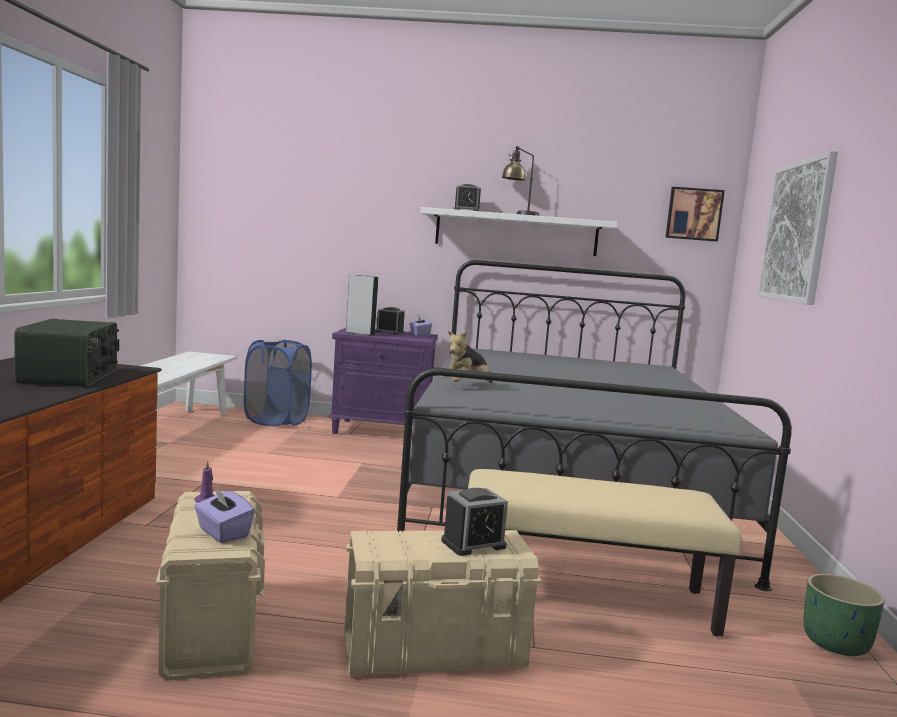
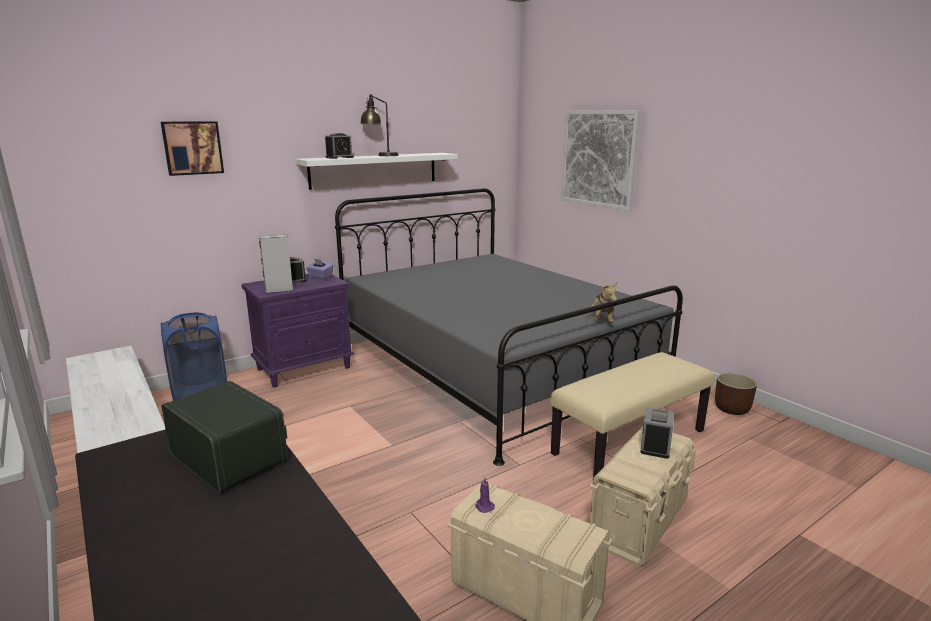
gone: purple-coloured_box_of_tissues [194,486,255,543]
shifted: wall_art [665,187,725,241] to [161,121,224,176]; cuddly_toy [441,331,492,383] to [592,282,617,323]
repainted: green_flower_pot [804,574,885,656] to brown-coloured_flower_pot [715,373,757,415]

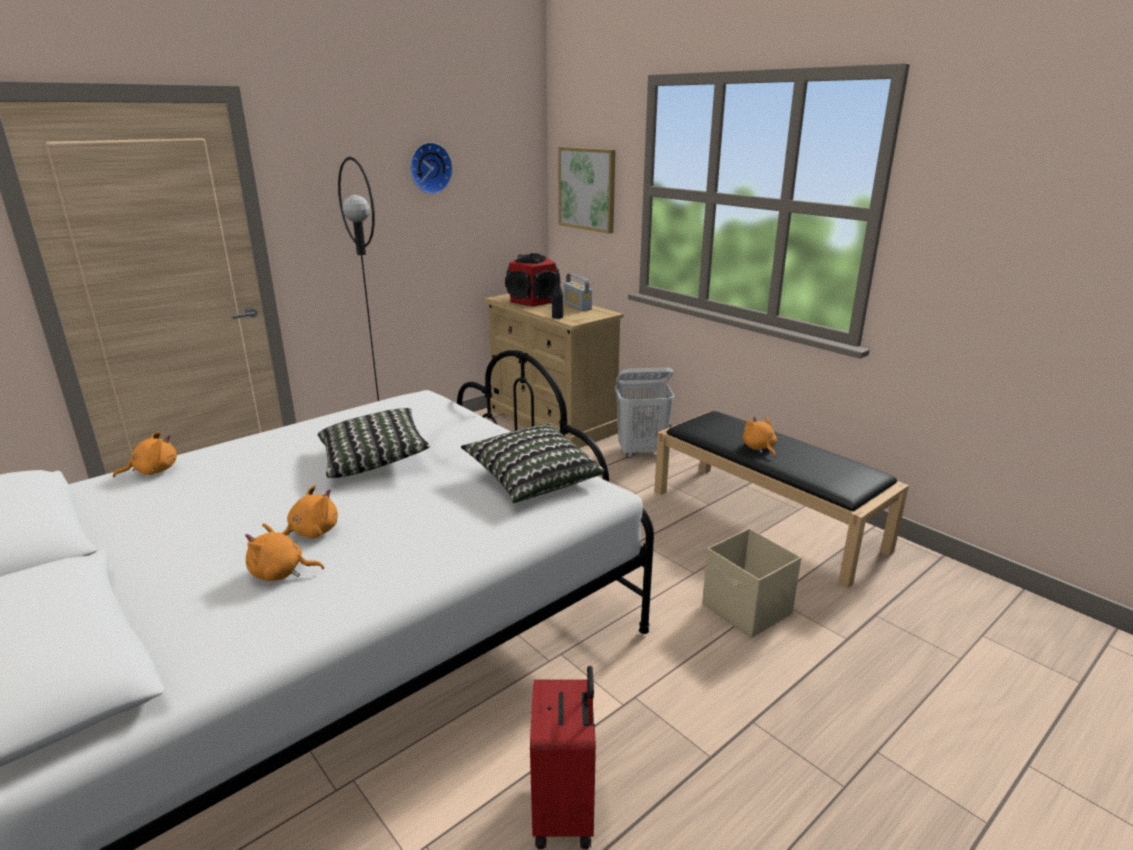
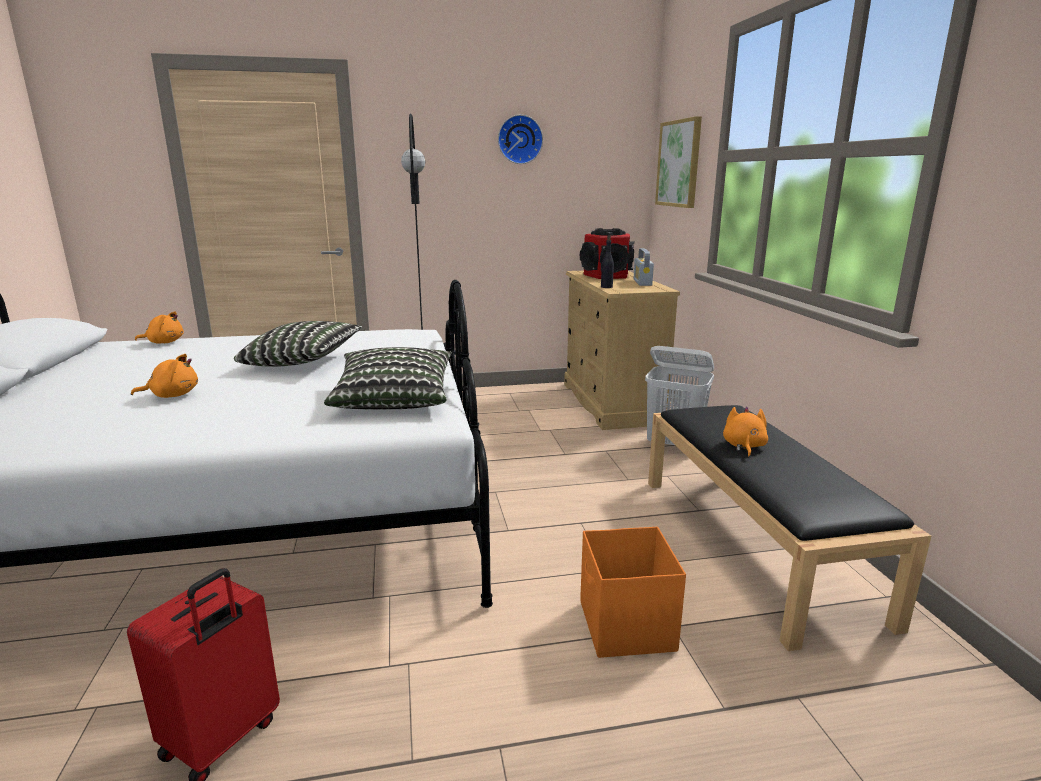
gone: orangey_cuddly_toy [245,523,324,581]
repainted: sand-coloured_storage_container [702,528,801,638] to orangey_storage_container [580,527,686,658]

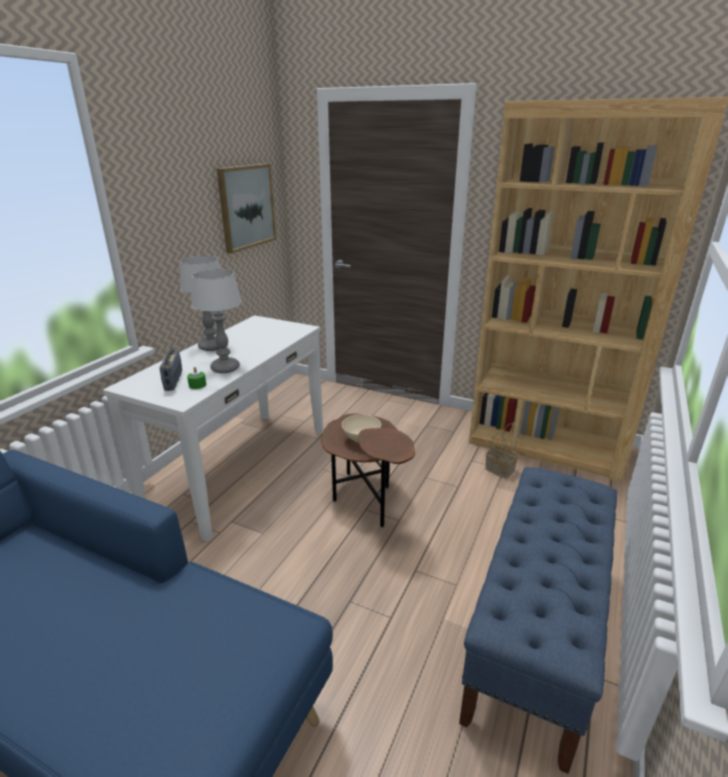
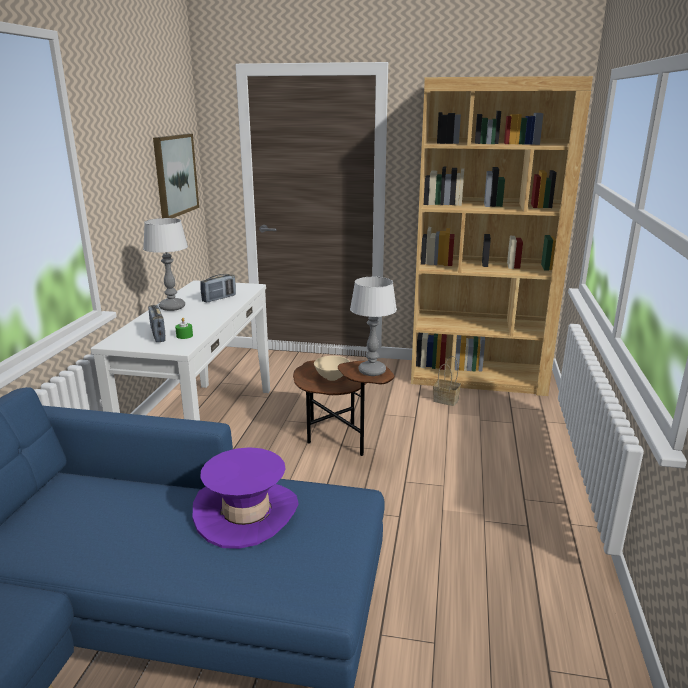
gone: bluish_bench [459,467,617,774]
new: purple-coloured_wearable_hat [193,447,299,549]; radio_receiver [200,274,236,302]
shifted: table_lamp [191,269,242,373] to [350,277,397,376]

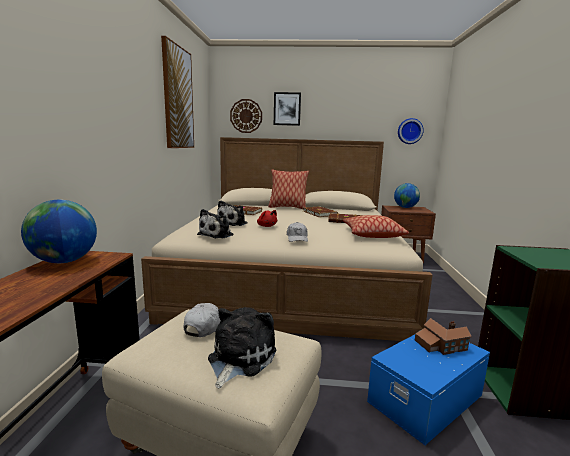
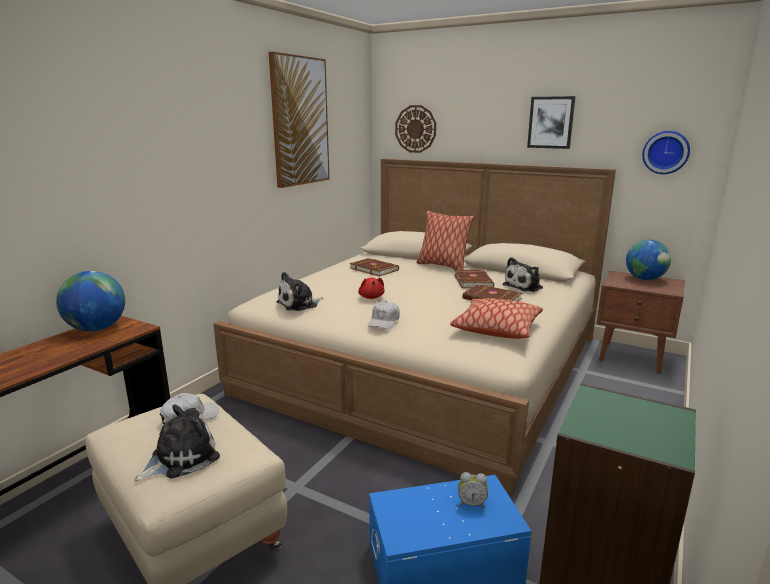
shifted: cuddly_toy [217,201,248,226] to [502,257,543,292]; wall_art [274,92,301,126] to [527,96,576,149]
swapped: model_house [415,318,472,355] to table_clock [458,472,488,508]

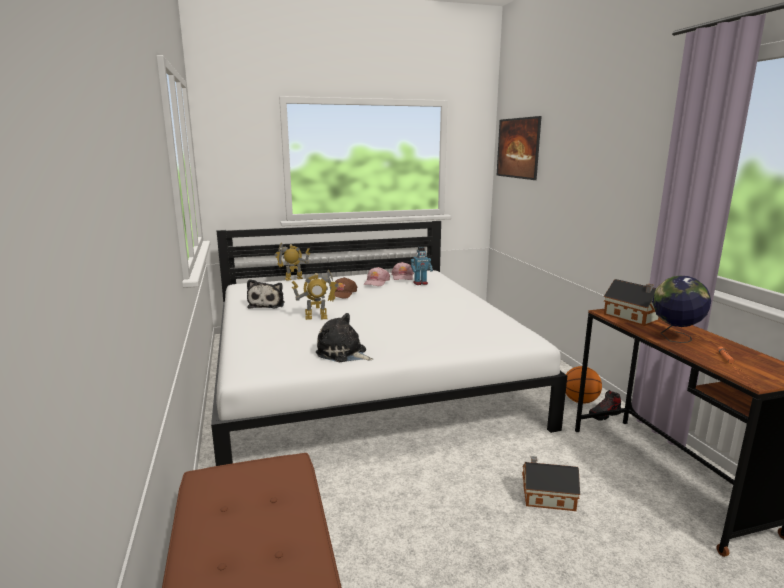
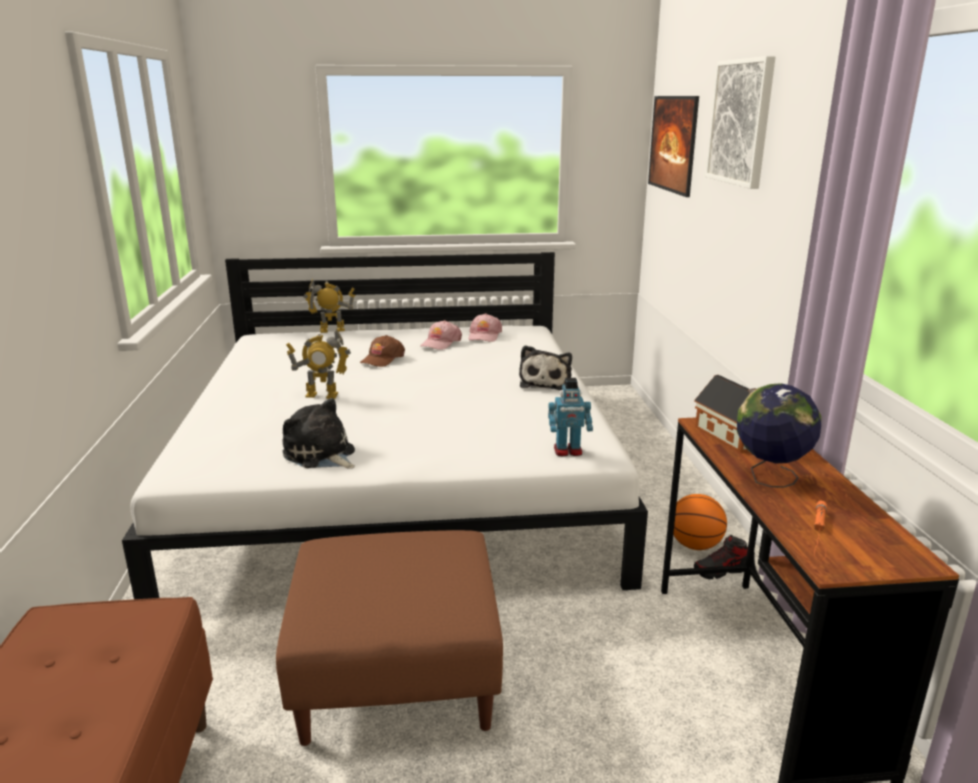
gone: model_house [522,456,580,511]
new: brown-coloured_footrest [276,530,503,746]; wall_art [705,56,776,189]
shifted: cuddly_toy [247,279,284,309] to [519,345,572,390]; robot_figure [411,246,433,285] to [548,378,593,456]

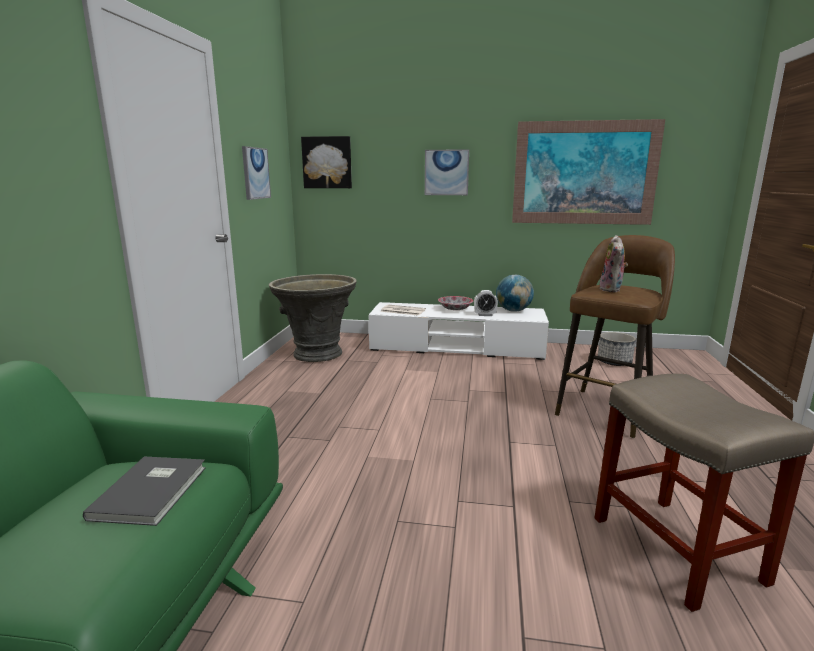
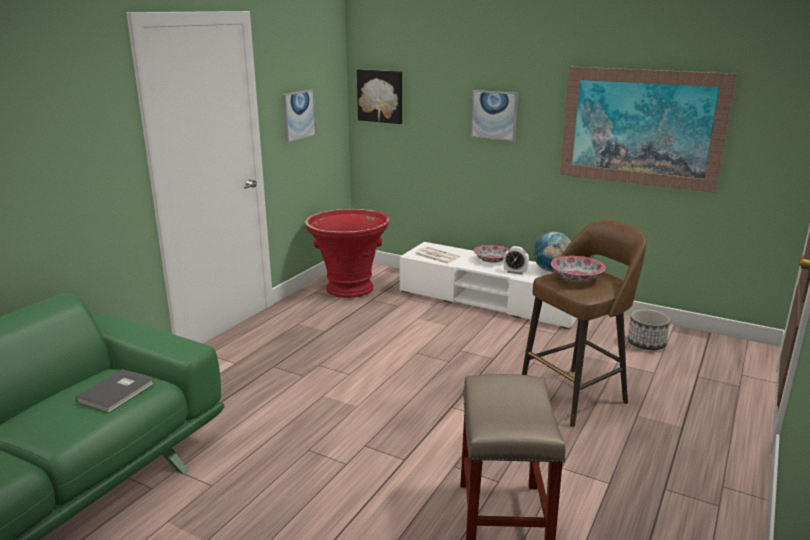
swapped: cuddly_toy [600,235,628,292] to bowl [551,256,606,282]
repainted: gray_flower_pot [269,274,357,362] to red-coloured_flower_pot [305,209,389,298]

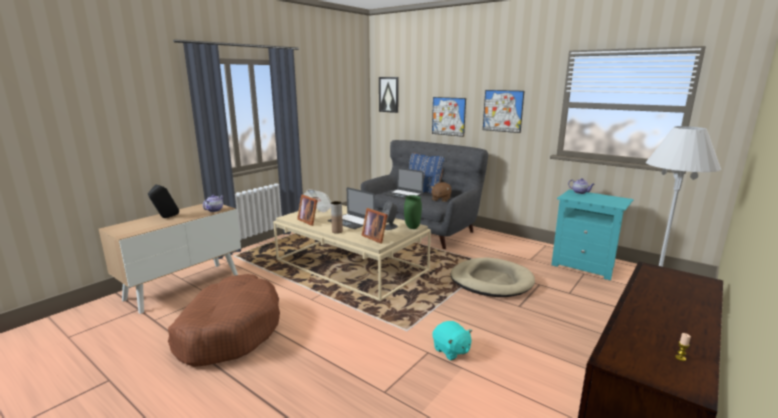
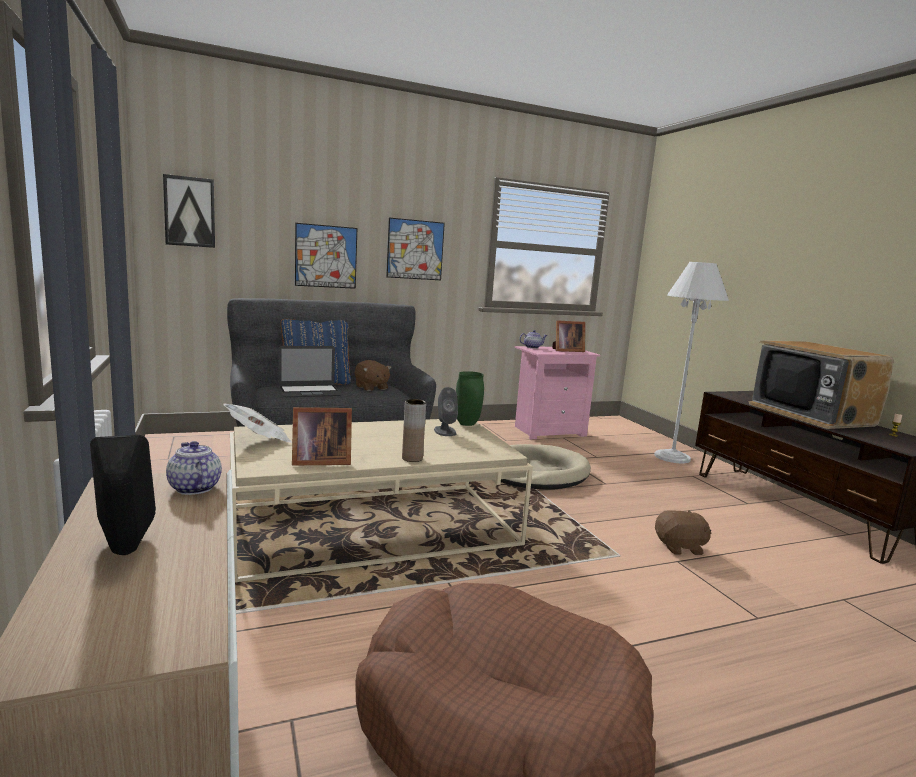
gone: laptop [328,187,375,229]
new: TV [748,340,894,429]
shifted: photo_frame [361,208,388,243] to [552,320,585,352]
repainted: blue-green_night_table [551,189,634,280] to pinkish_night_table [515,346,600,439]; blue-green_cuddly_toy [432,321,472,360] to brown-coloured_cuddly_toy [655,510,711,555]

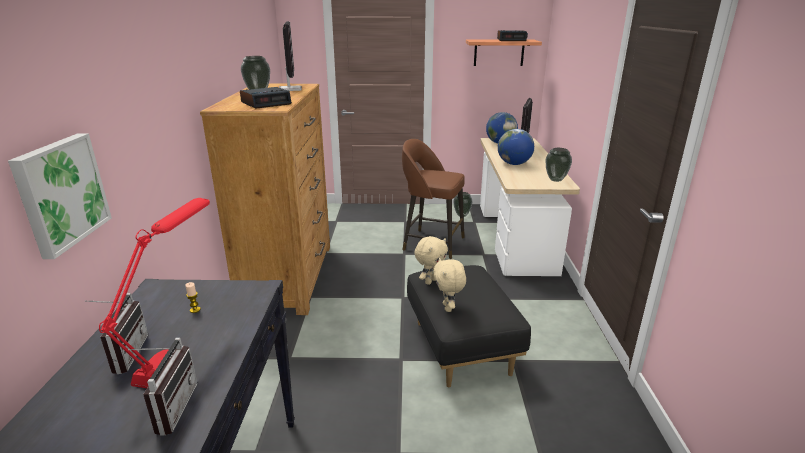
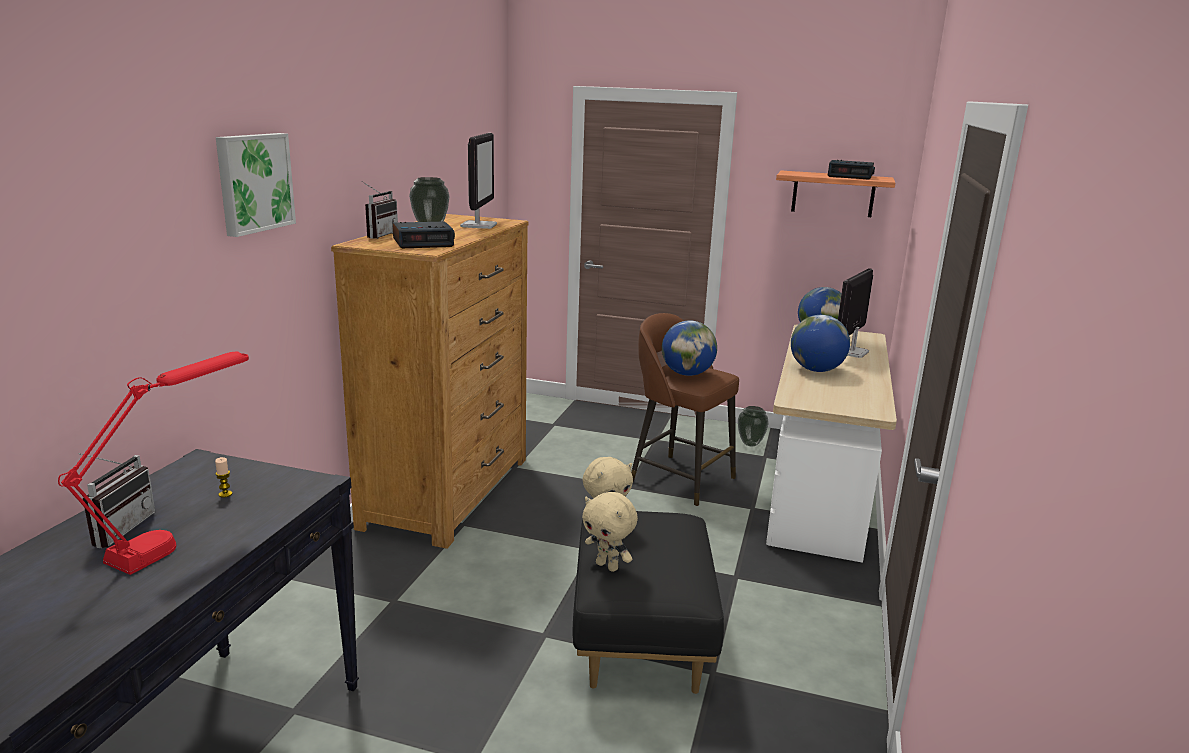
gone: vase [546,148,572,182]
new: world_globe [662,320,717,376]
shifted: wall_art [8,133,112,259] to [216,133,296,237]; radio_receiver [128,338,198,436] to [361,181,398,239]
rotated: sand-coloured_cuddly_toy [433,258,466,312] = [582,492,638,572] 60 degrees counterclockwise

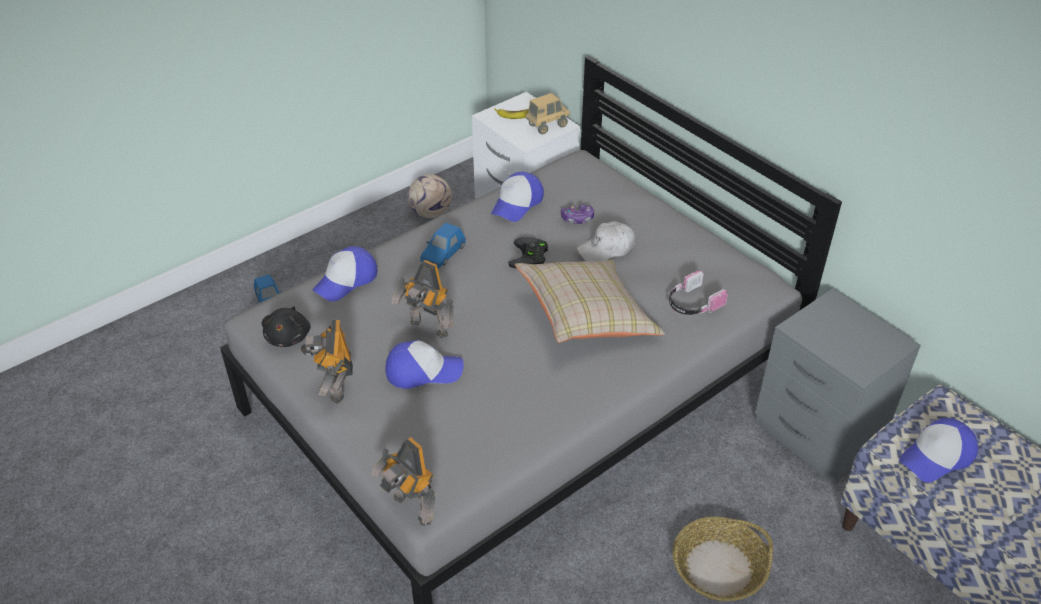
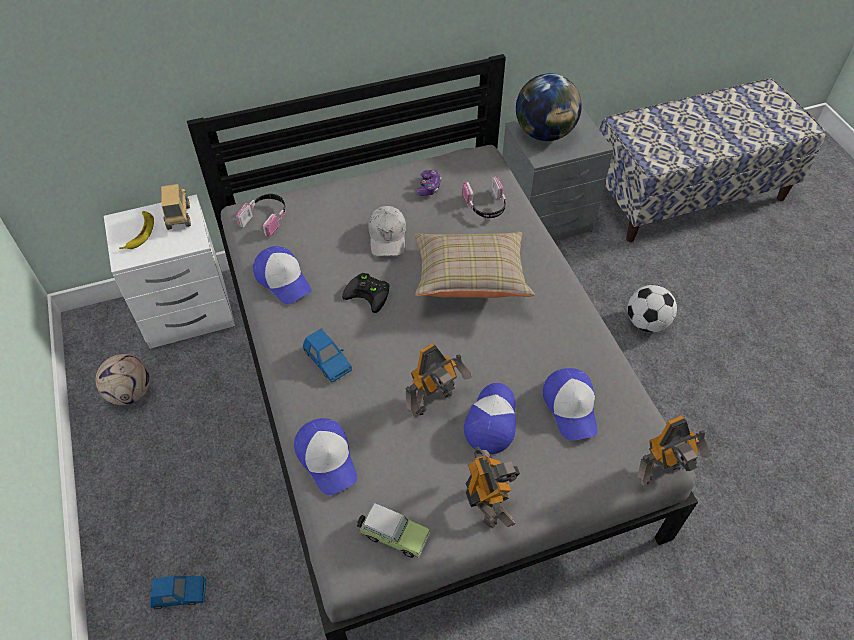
new: headset [236,194,286,237]; world_globe [516,73,582,141]
shifted: gamepad [561,204,594,224] to [415,170,442,196]; peaked_cap [899,418,978,482] to [543,368,597,440]
swapped: black-coloured_cuddly_toy [262,306,311,347] to miniature_car [357,503,430,558]; storage_basket [673,517,773,601] to ball_for_football [628,285,677,332]
rotated: robot_figure [301,320,353,404] = [466,447,520,529] 120 degrees counterclockwise

